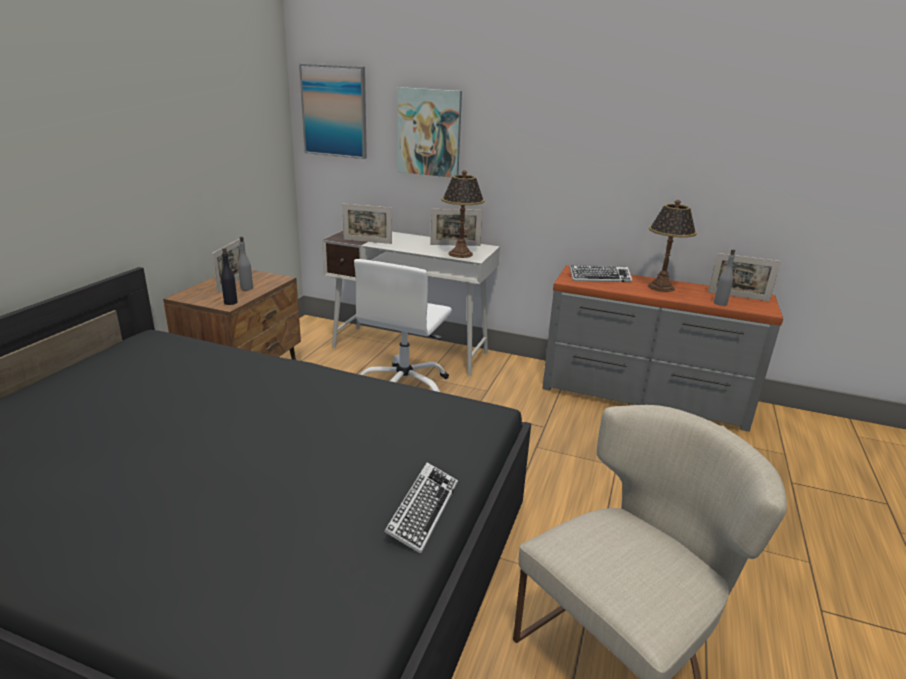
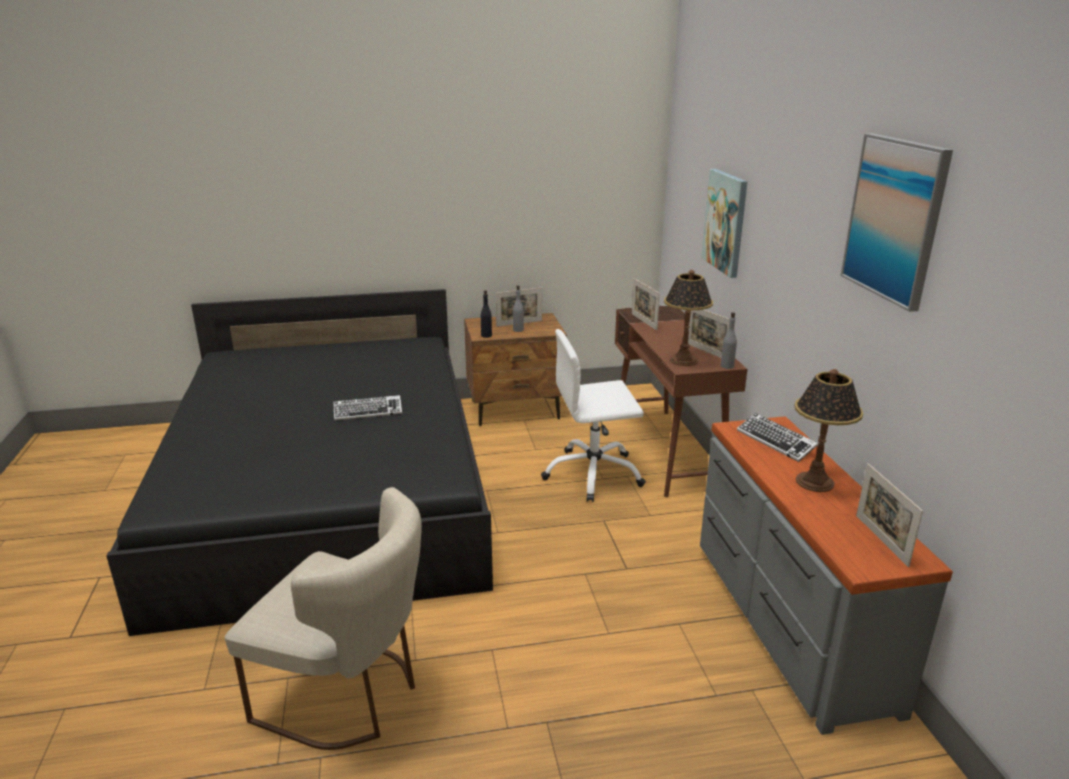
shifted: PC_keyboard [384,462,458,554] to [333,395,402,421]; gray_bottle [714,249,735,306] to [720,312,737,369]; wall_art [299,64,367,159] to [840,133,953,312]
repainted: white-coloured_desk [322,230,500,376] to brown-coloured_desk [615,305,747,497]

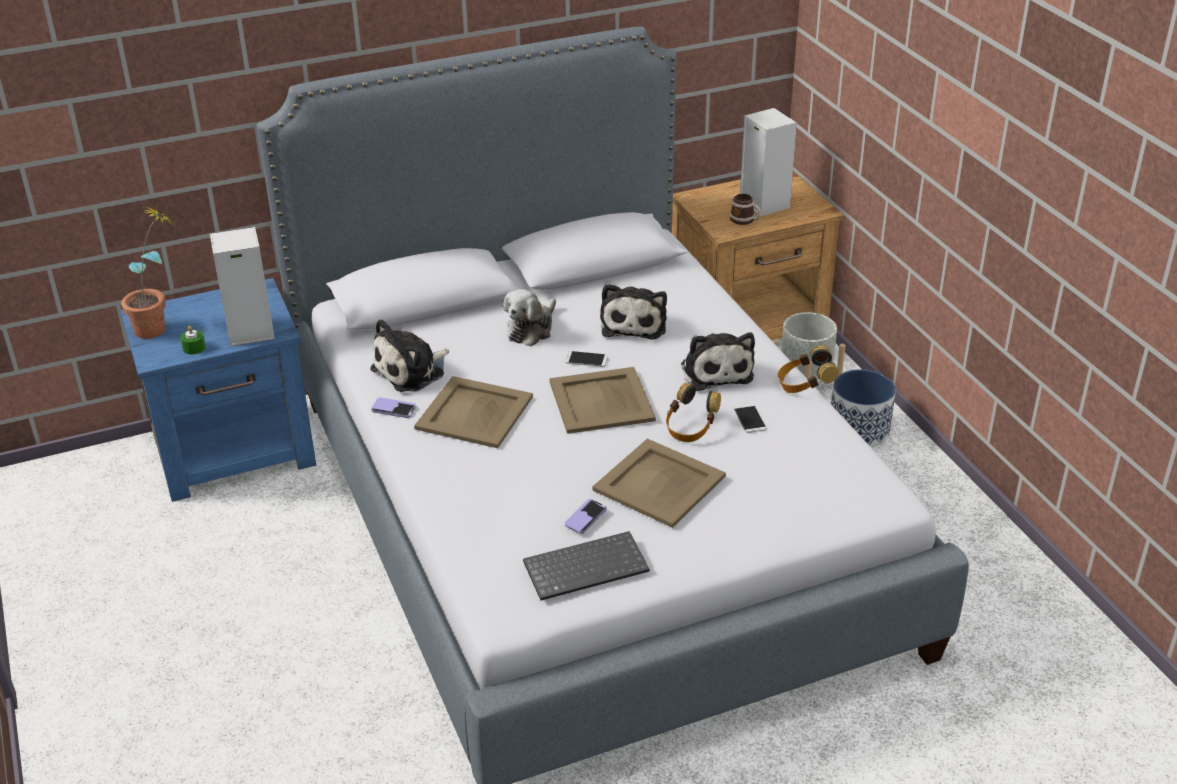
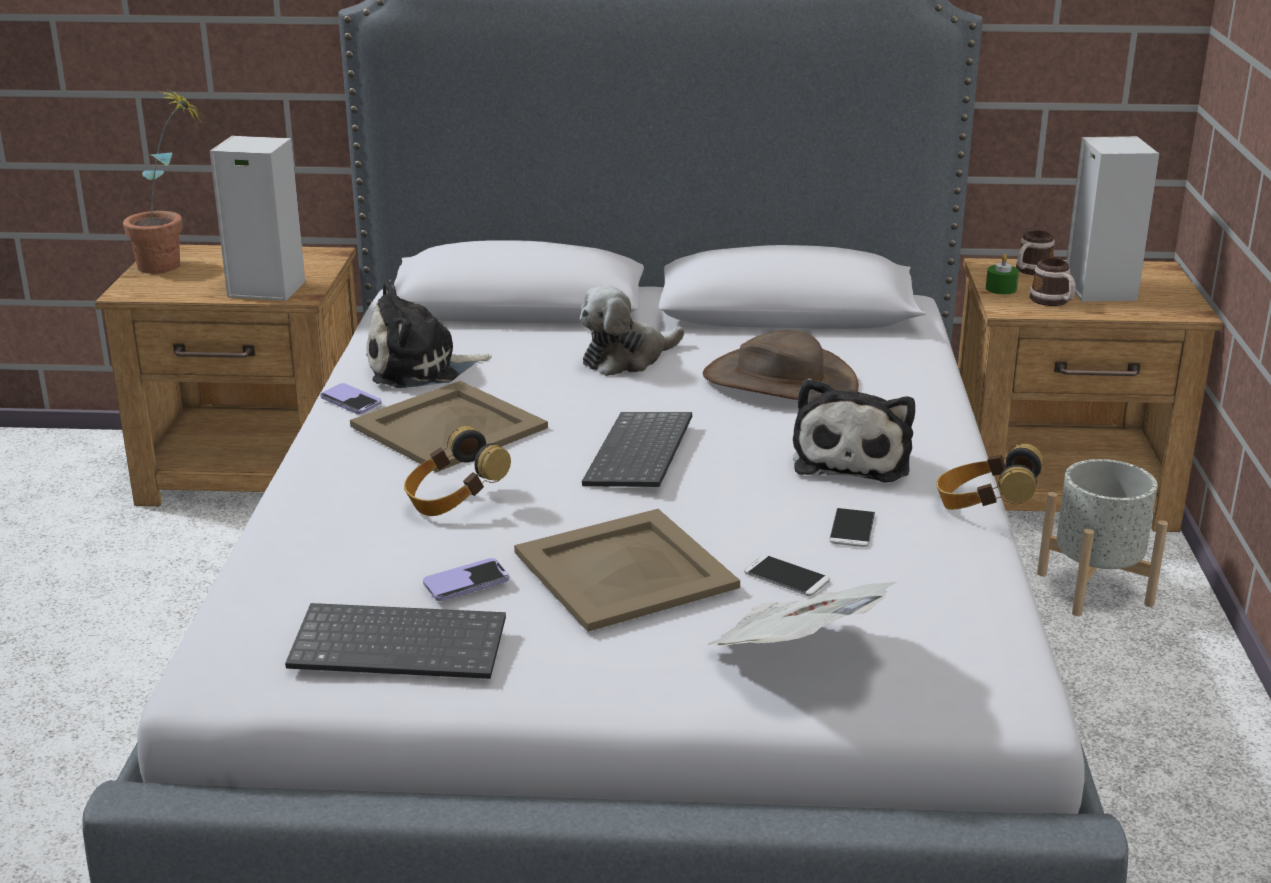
gone: flower_pot [831,369,896,448]
new: newspaper [707,582,898,646]; tea_mug [1016,230,1055,275]
shifted: headset [666,383,721,442] to [404,426,511,516]; phone [565,351,608,367] to [744,555,830,596]; green_wax_candle [180,326,206,355] to [986,254,1019,294]
swapped: sand-coloured_carrying_tray [549,367,656,434] to PC_keyboard [582,412,692,487]; cuddly_toy [600,284,667,340] to brown-coloured_wearable_hat [703,329,859,400]
repainted: bluish_night_table [120,278,316,502] to brown-coloured_night_table [95,245,358,506]

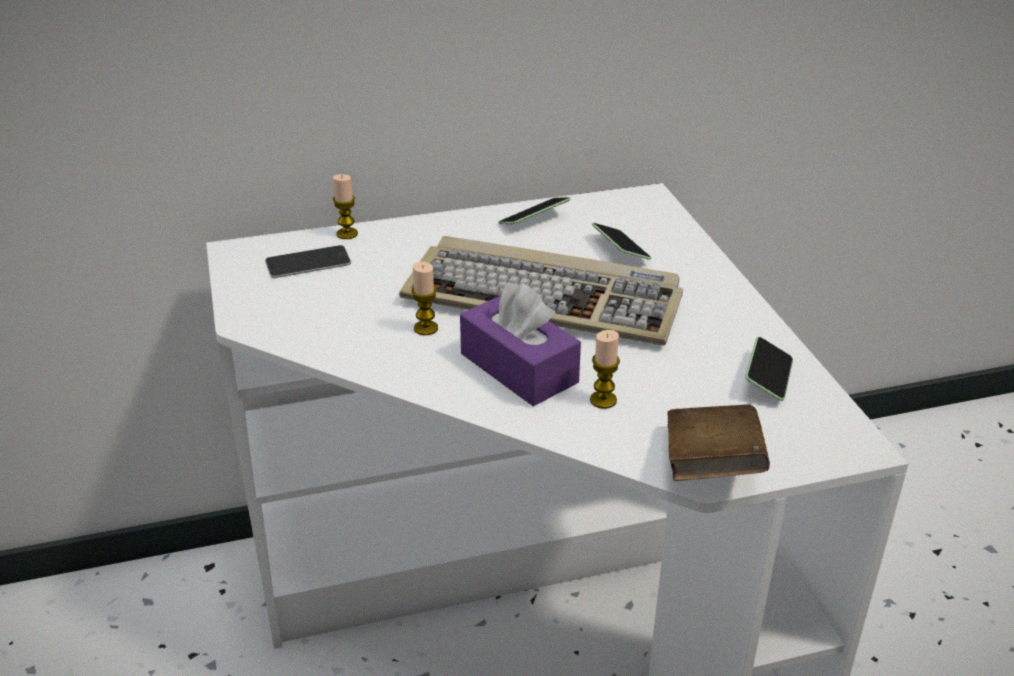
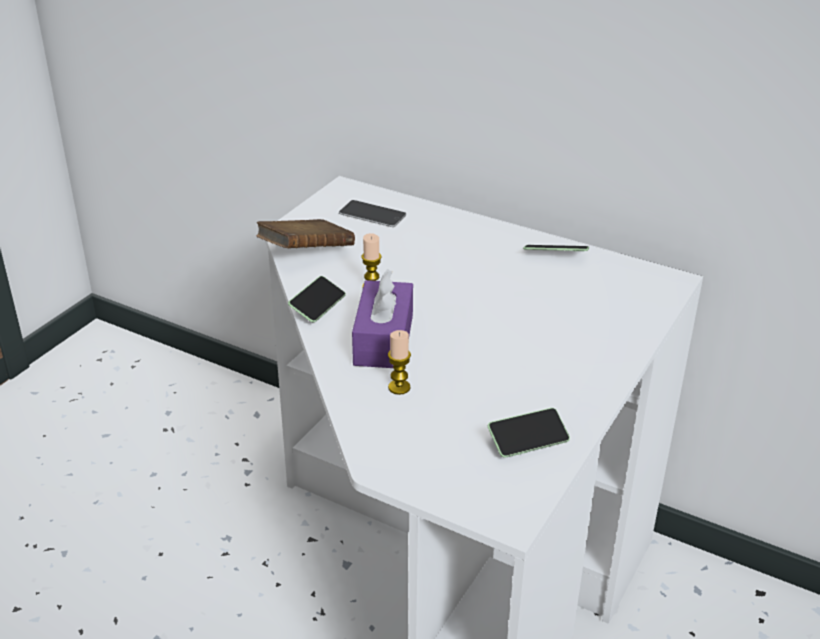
gone: wax_candle [333,174,358,239]; PC_keyboard [399,236,683,346]
shifted: brown-coloured_bound_book [667,405,770,481] to [256,219,355,248]; phone [592,223,651,260] to [288,276,346,323]

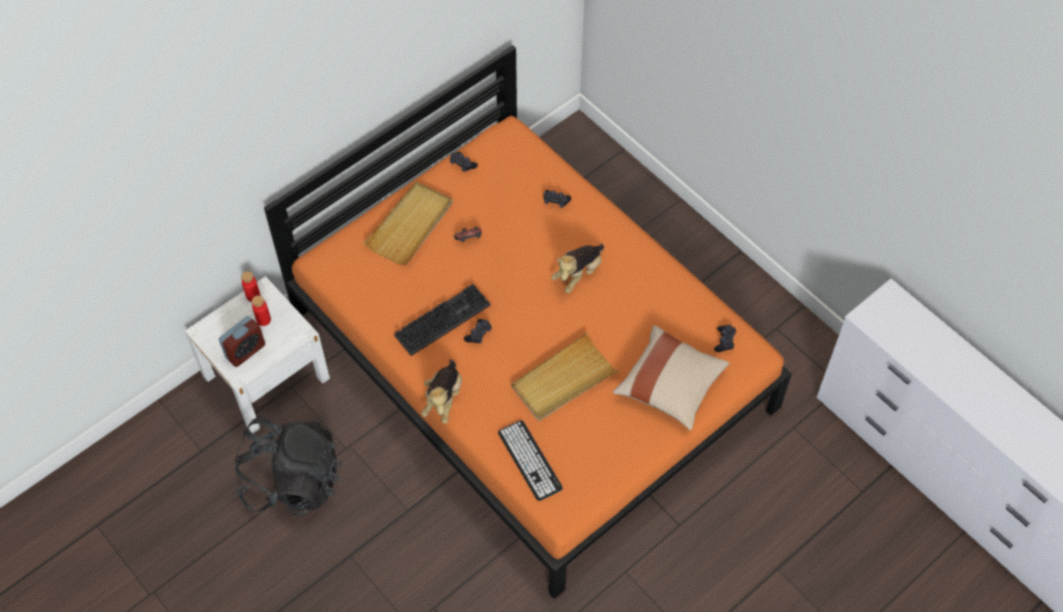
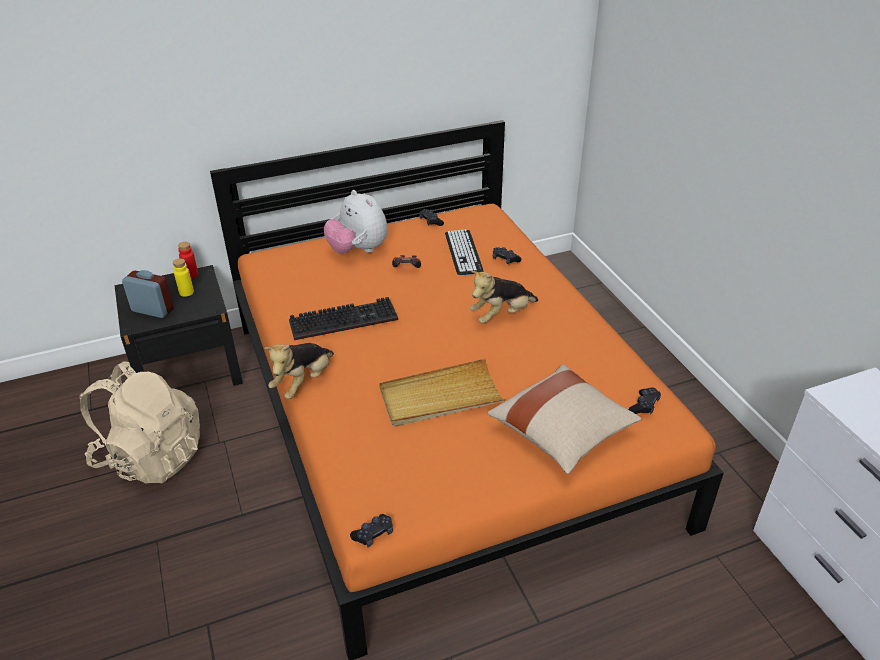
shifted: black-coloured_gamepad [464,319,492,344] to [350,514,393,547]; PC_keyboard [498,420,563,501] to [445,229,484,275]
swapped: sand-coloured_carrying_tray [364,182,453,265] to cuddly_toy [324,190,388,254]
repainted: black-coloured_rucksack [235,417,342,515] to sand-coloured_rucksack [79,361,200,483]; white-coloured_night_table [185,276,330,434] to black-coloured_night_table [115,265,243,386]; red-coloured_bottle [252,295,271,326] to yellowish_bottle [173,258,194,297]
rotated: table_clock [219,316,265,367] = [122,270,174,318] 135 degrees counterclockwise

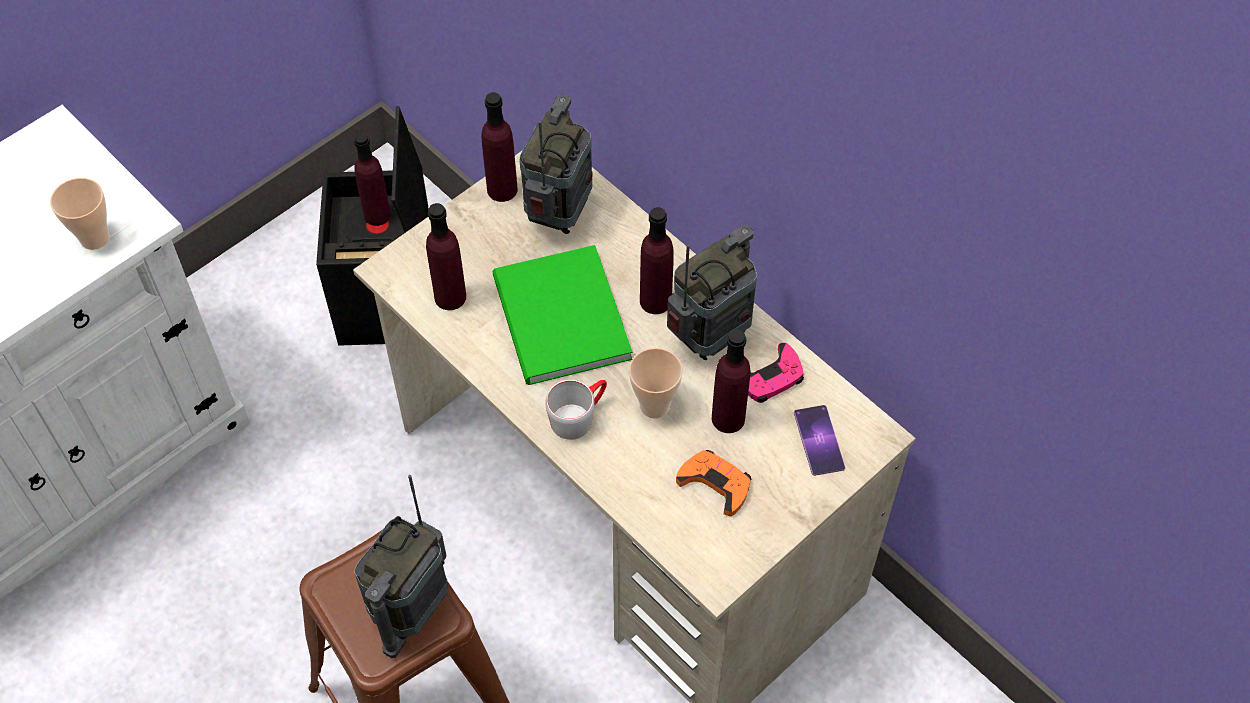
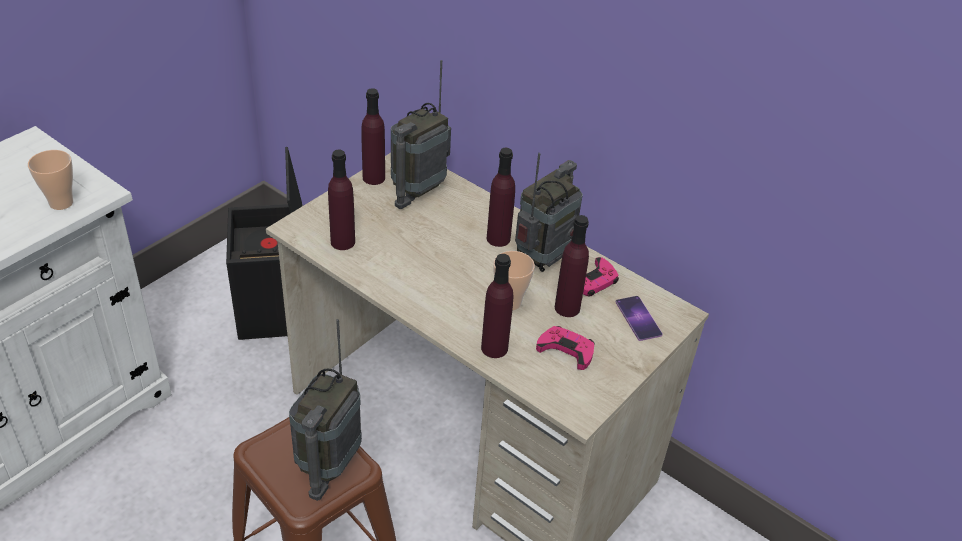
gone: green_bound_book [493,245,633,385]; gray_tea_mug [545,380,607,440]
shifted: purple-coloured_bottle [354,133,391,226] to [481,254,514,358]
repainted: orangey_gamepad [676,450,752,516] to pinkish_gamepad [536,326,594,370]
rotated: radio_receiver [519,94,593,234] = [391,60,451,209] 150 degrees counterclockwise

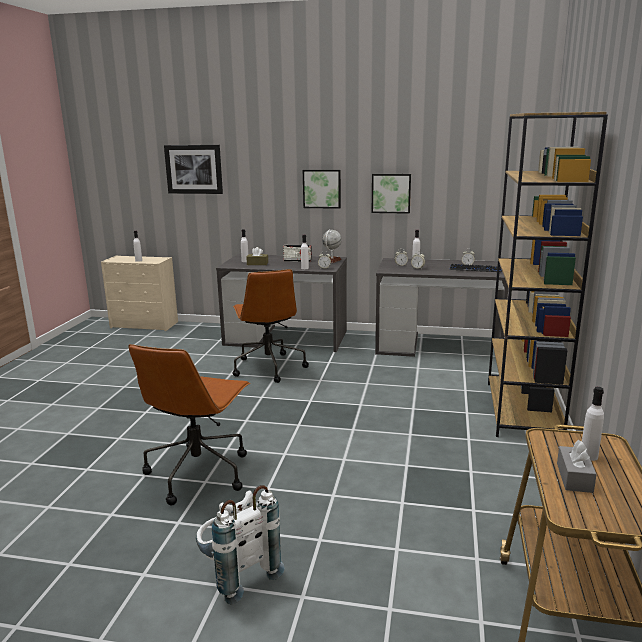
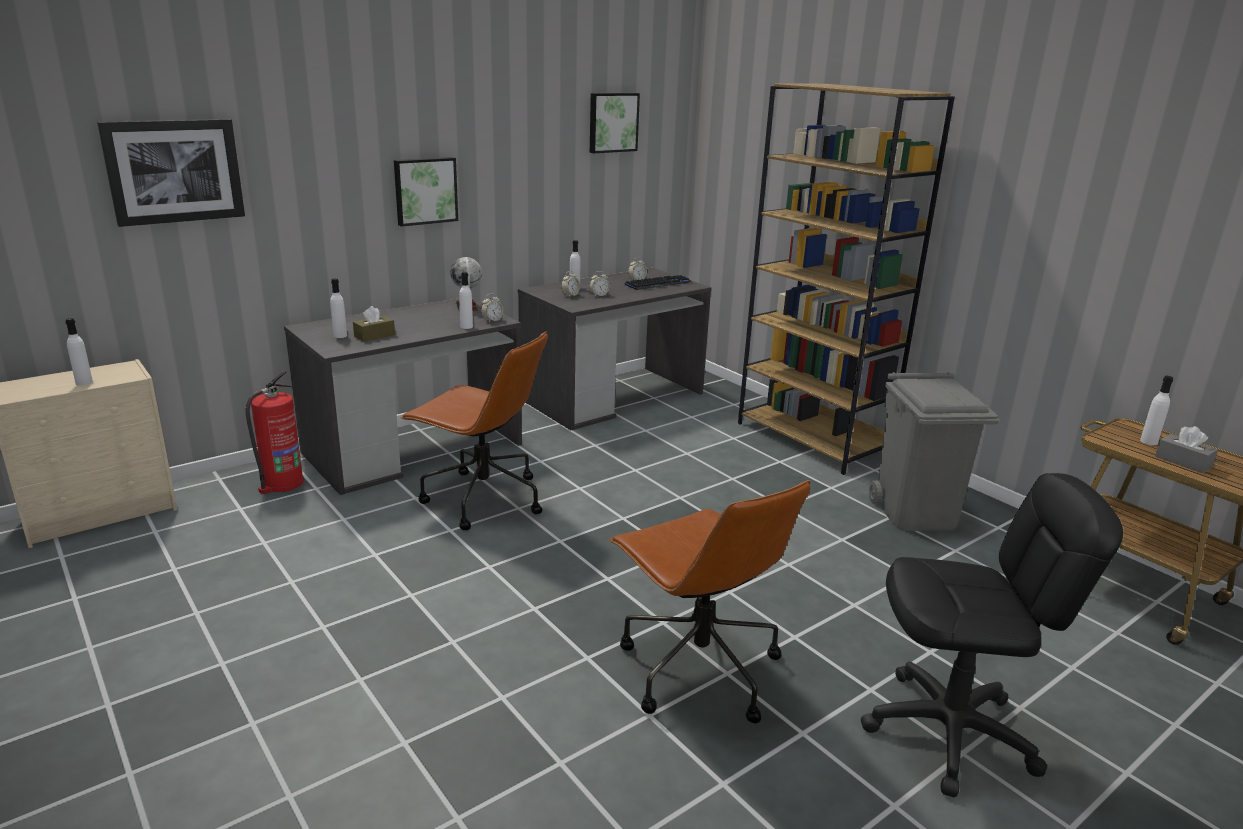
gone: radio_receiver [283,245,312,262]
new: extinguisher [245,371,304,494]; gray_rubbish_bin [869,372,999,531]
shifted: wall_art [372,174,411,214] to [590,93,640,153]
swapped: white-coloured_rucksack [196,485,285,605] to black-coloured_computer_chair [861,473,1123,798]

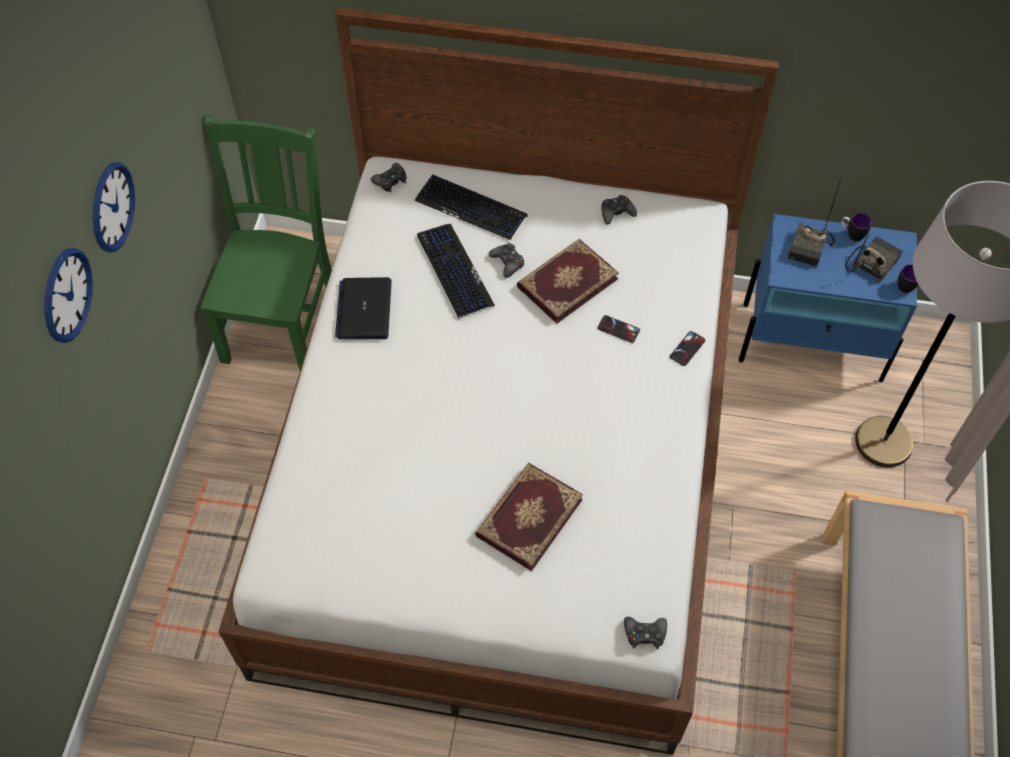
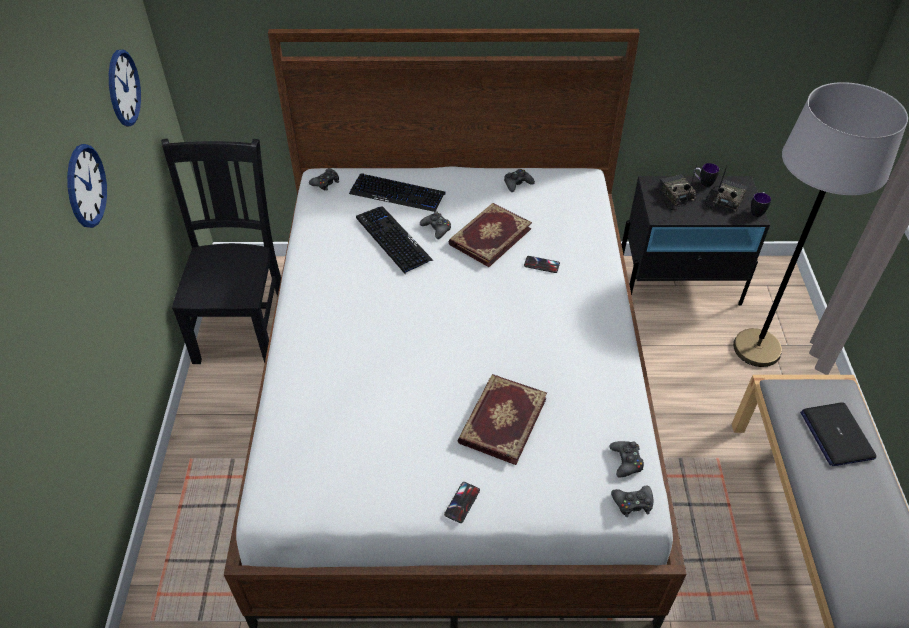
new: black-coloured_gamepad [609,441,644,477]
shifted: hanging_clock [44,248,93,343] to [109,50,141,126]; phone [670,331,706,366] to [444,482,480,523]; laptop [335,277,392,339] to [800,402,876,466]
repainted: green_plain_chair [201,115,332,370] to black-coloured_plain_chair [161,139,281,364]; bluish_night_table [738,214,917,382] to black-coloured_night_table [622,176,770,306]
rotated: radio_receiver [788,178,841,267] = [659,164,697,210] 150 degrees clockwise

